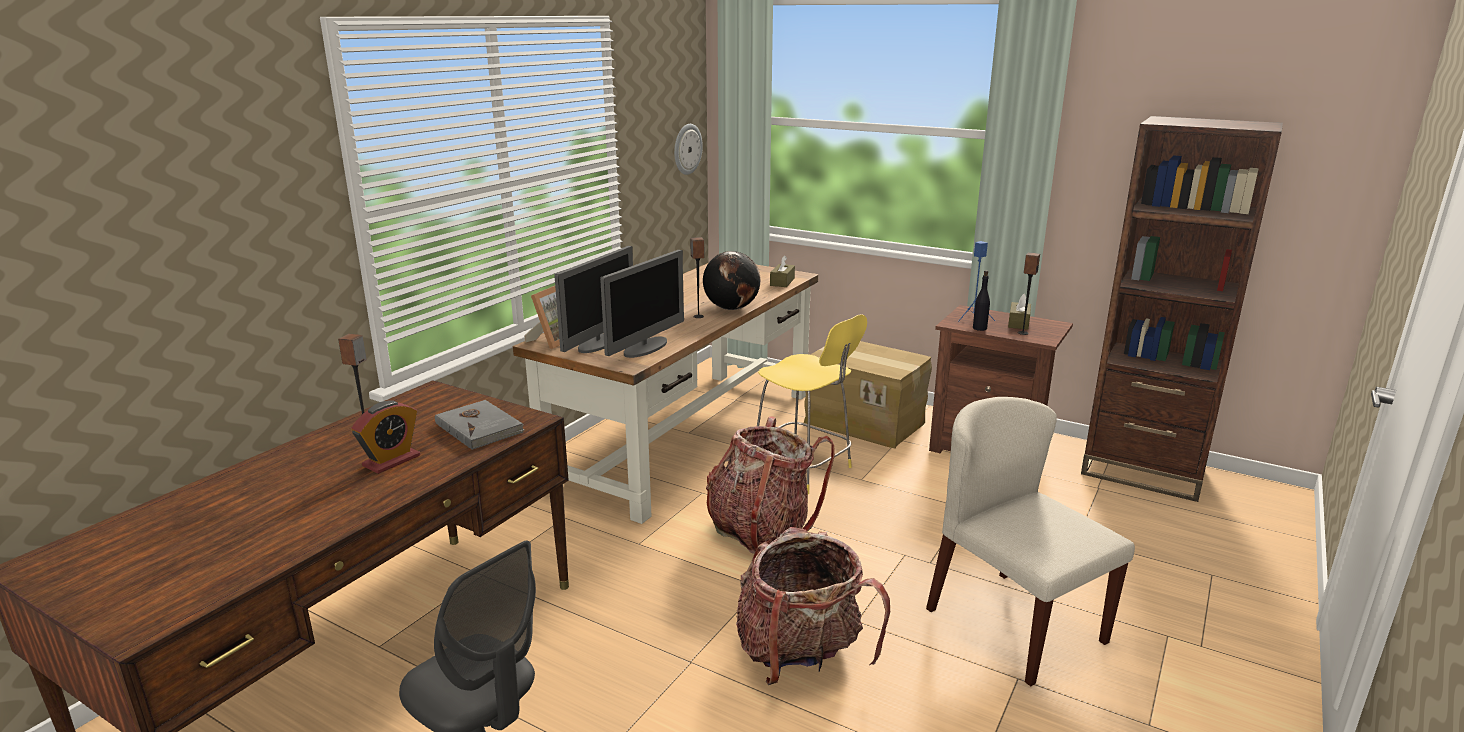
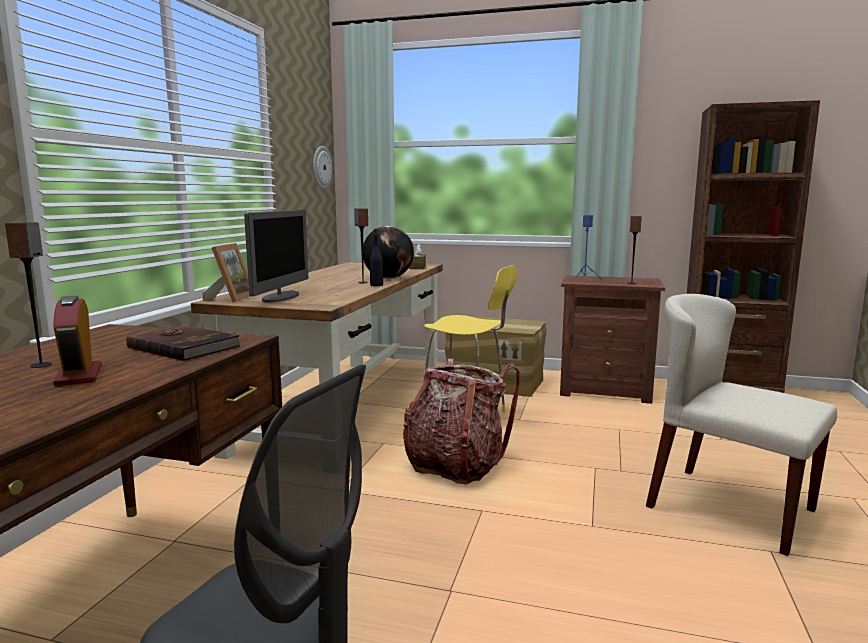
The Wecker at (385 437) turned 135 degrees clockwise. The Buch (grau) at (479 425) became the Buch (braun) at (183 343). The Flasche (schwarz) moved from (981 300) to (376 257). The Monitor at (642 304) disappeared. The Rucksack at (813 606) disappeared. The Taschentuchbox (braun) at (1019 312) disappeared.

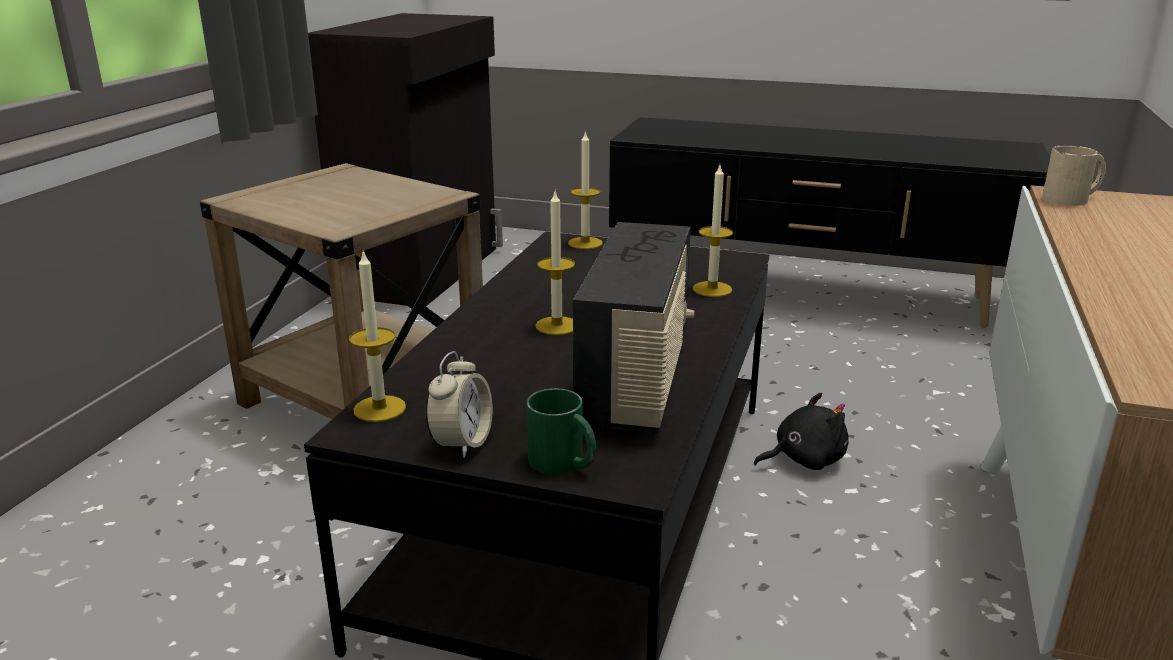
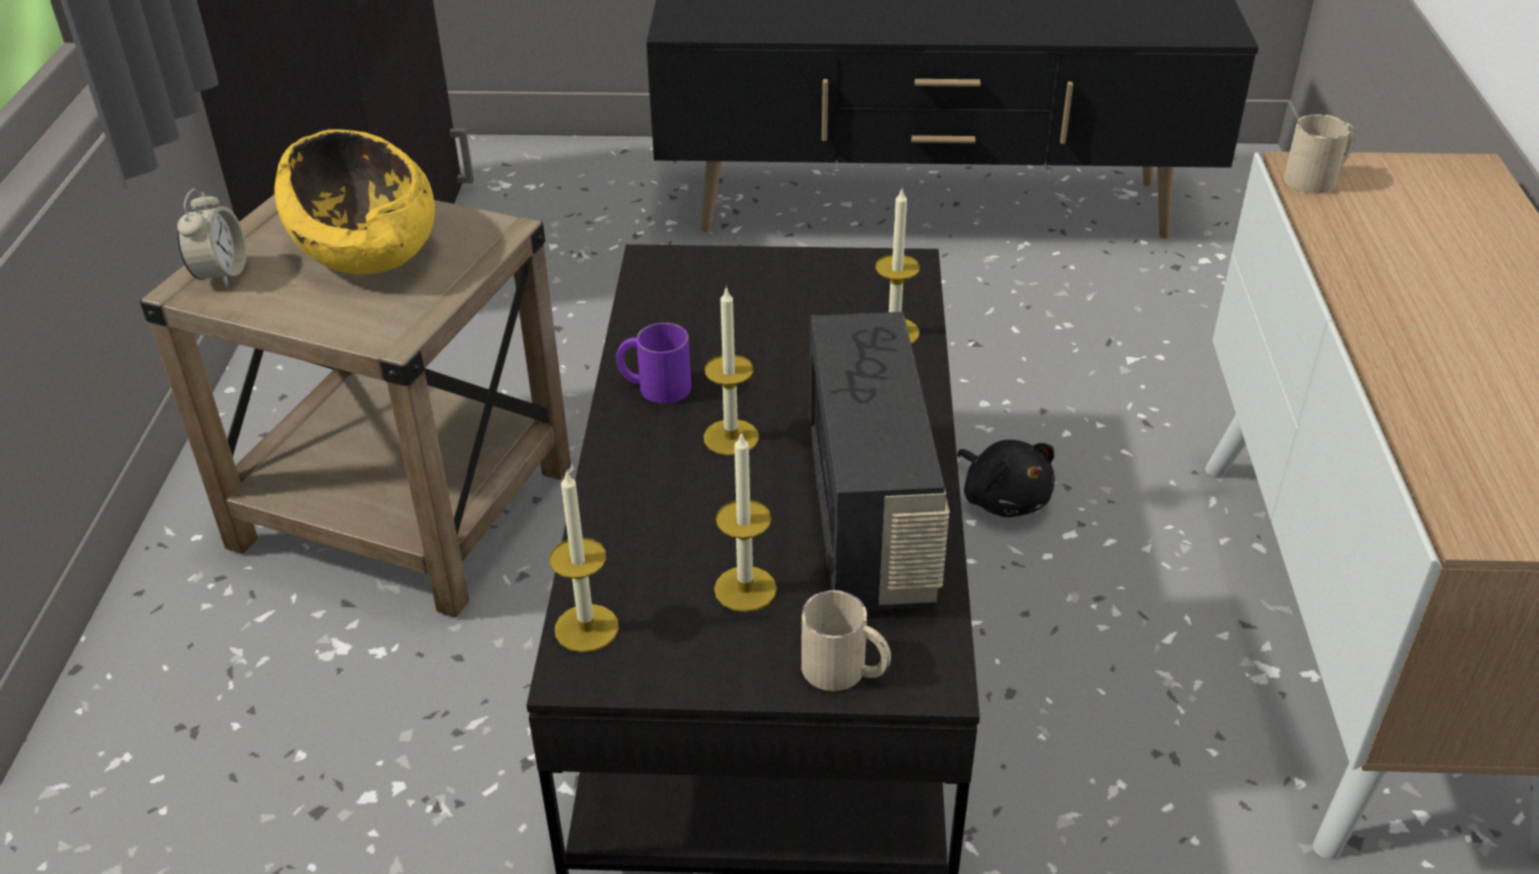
The Wecker moved from (459 404) to (211 237). The Schüssel (gelb) at (355 202) appeared. The Henkelbecher (lila) at (653 363) appeared. The Kerze moved from (585 190) to (745 521). The Henkelbecher (grün) at (561 431) became the Henkelbecher (beige) at (846 640). The Plüschtier (schwarz) at (801 431) turned 90 degrees clockwise.

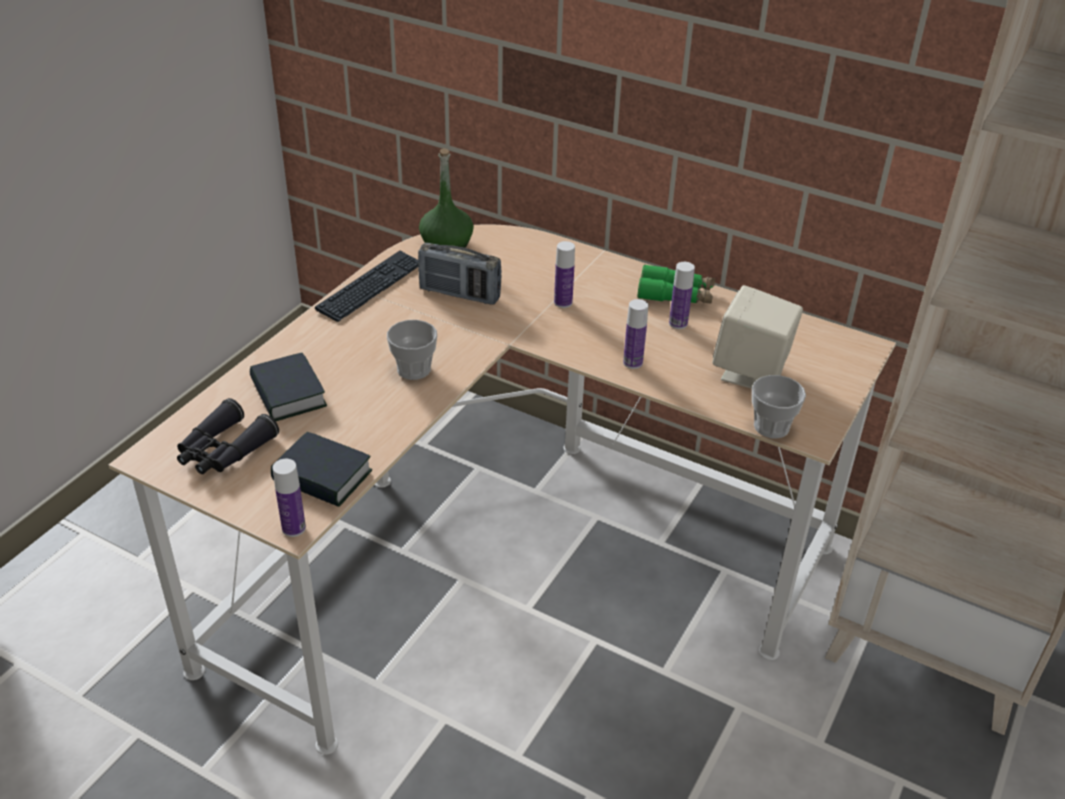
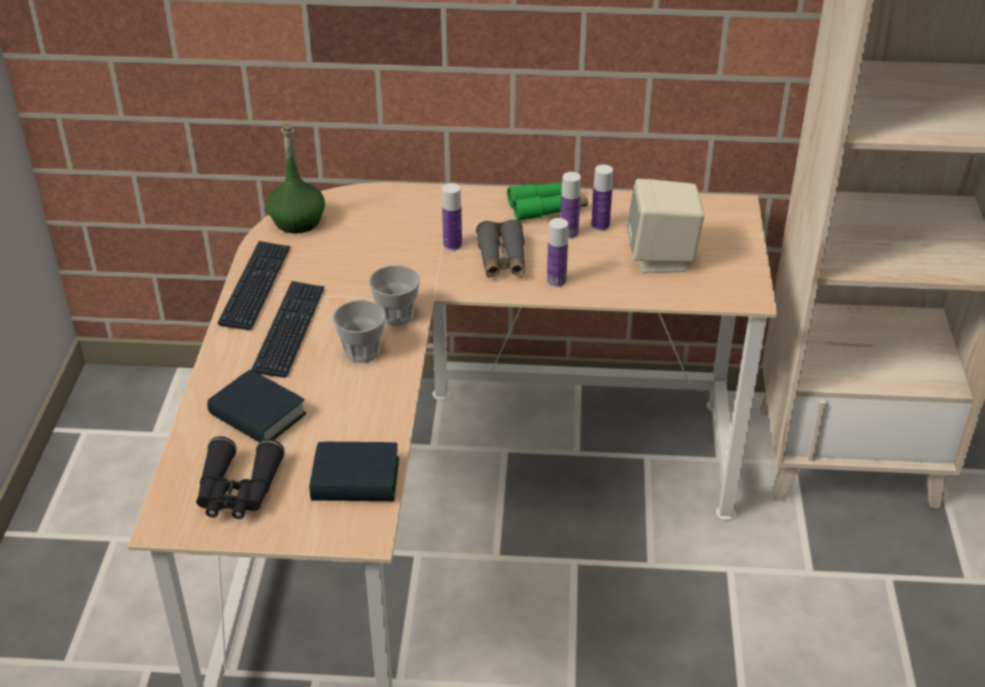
The Tastatur at (288 329) appeared. The Tasse moved from (779 406) to (394 295). The Fernglas (grau) at (500 249) appeared. The Flasche moved from (289 498) to (602 198). The Radio at (459 274) disappeared.

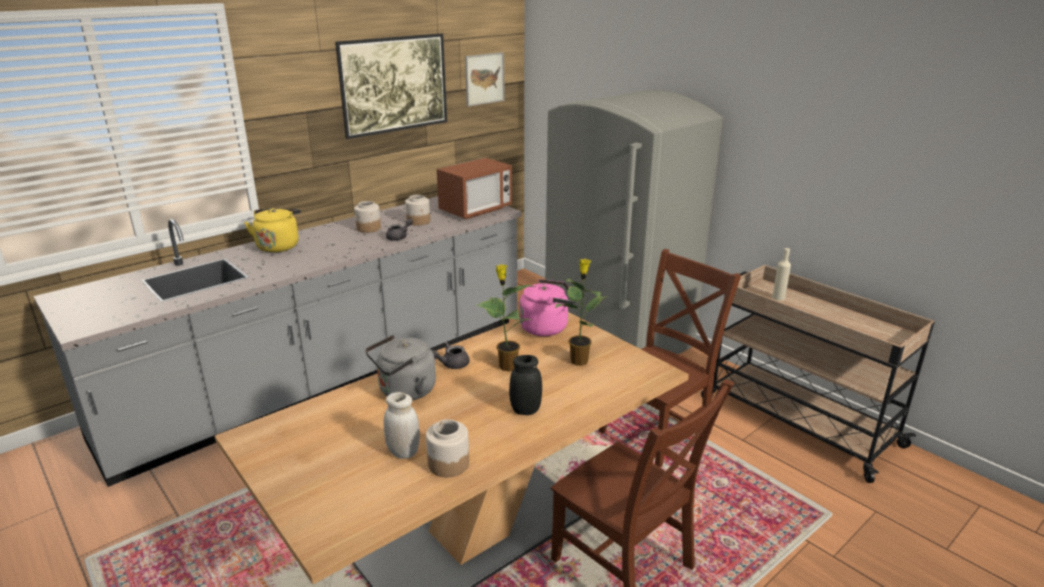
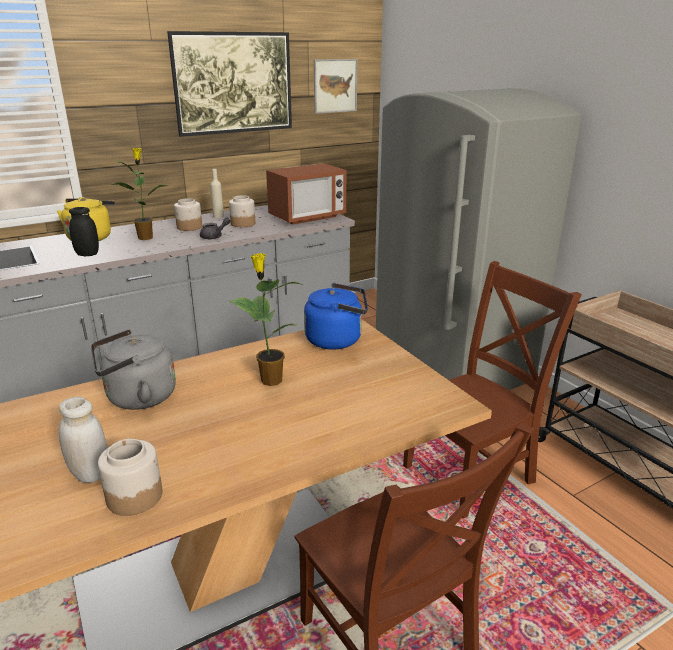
The Vorratsglas (schwarz) moved from (525 385) to (84 231). The Topfpflanze moved from (581 312) to (140 194). The Flasche (beige) moved from (781 274) to (217 193). The Wasserkessel (rosa) at (547 307) became the Wasserkessel (blau) at (336 316). The Teekanne (grau) at (450 355) disappeared.

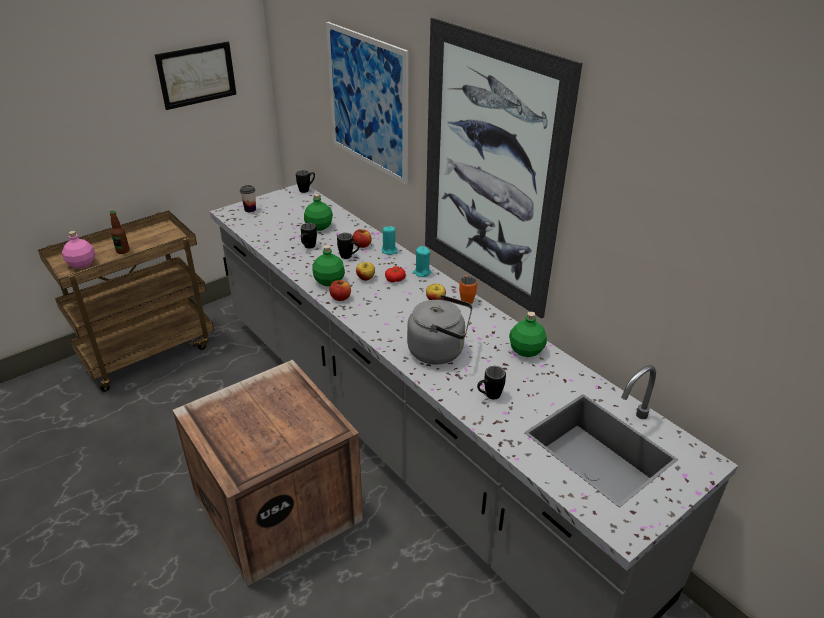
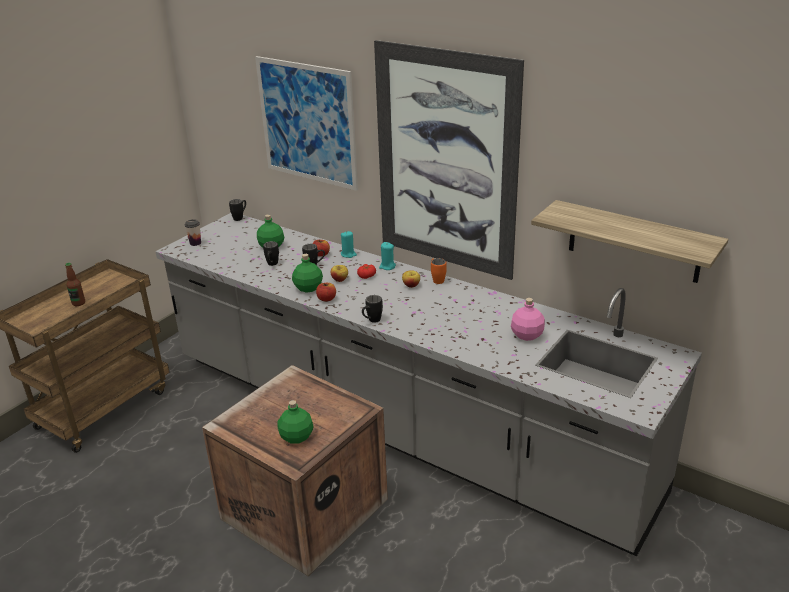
The Flasche (grün) moved from (528 334) to (295 422). The Henkelbecher (schwarz) moved from (491 382) to (372 309). The Flasche (rosa) moved from (78 250) to (528 319). The Wandregal at (629 241) appeared. The Bild at (196 76) disappeared. The Wasserkessel (grau) at (440 329) disappeared.

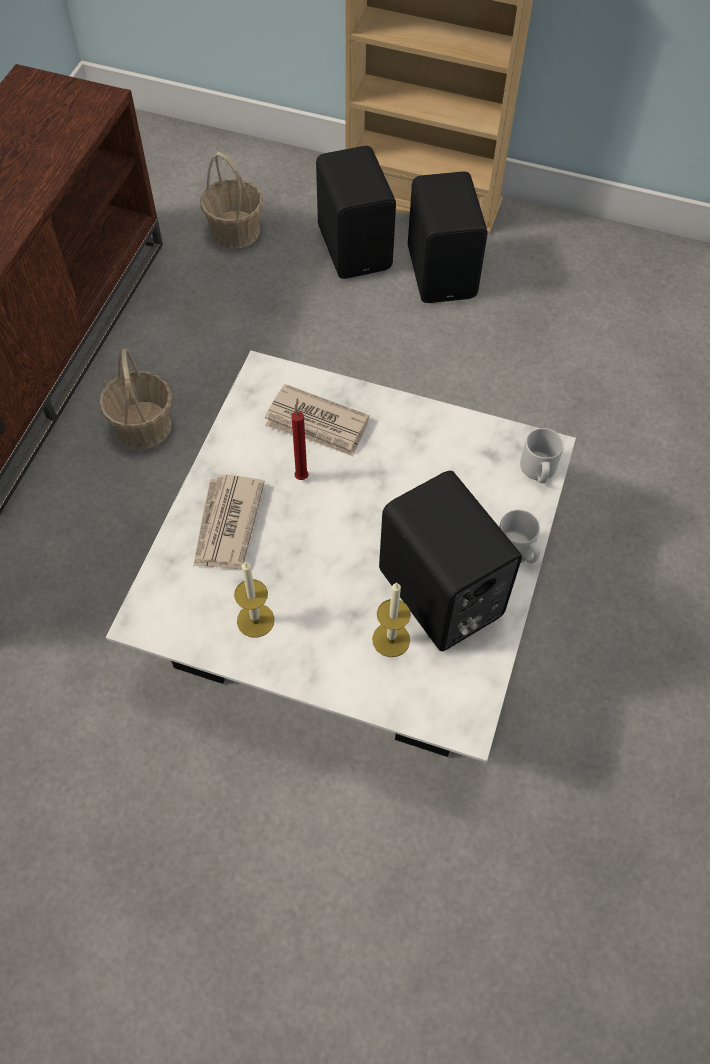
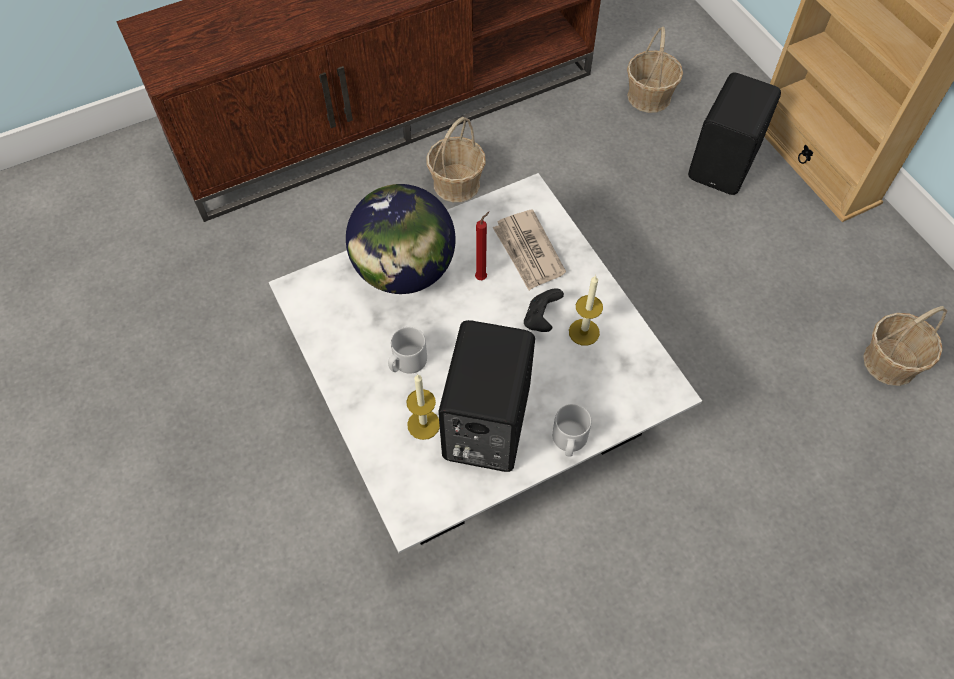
The Zeitung at (229 521) was replaced by the Globus at (401 239). The Henkelbecher (grau) moved from (542 455) to (407 350). The Gamepad (schwarz) at (544 310) appeared. The Kerze moved from (254 599) to (586 310). The Korb at (905 346) appeared. The Lautsprecher (schwarz) at (448 237) disappeared.

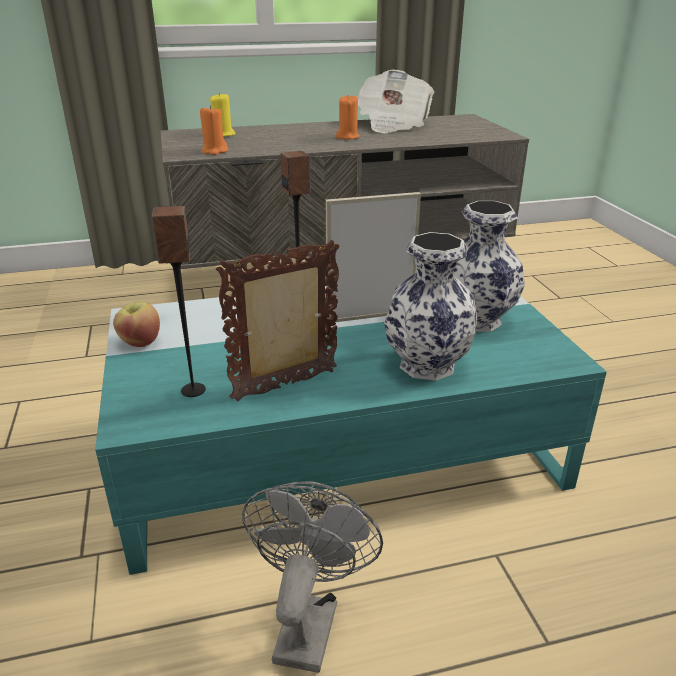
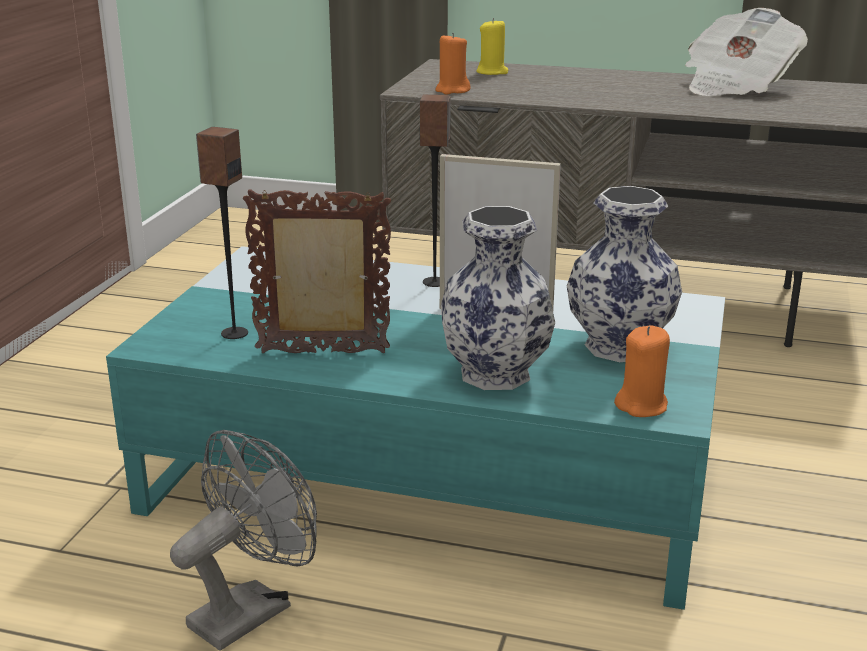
The Kerze (orange) moved from (348 117) to (642 371). The Apfel at (136 324) disappeared.

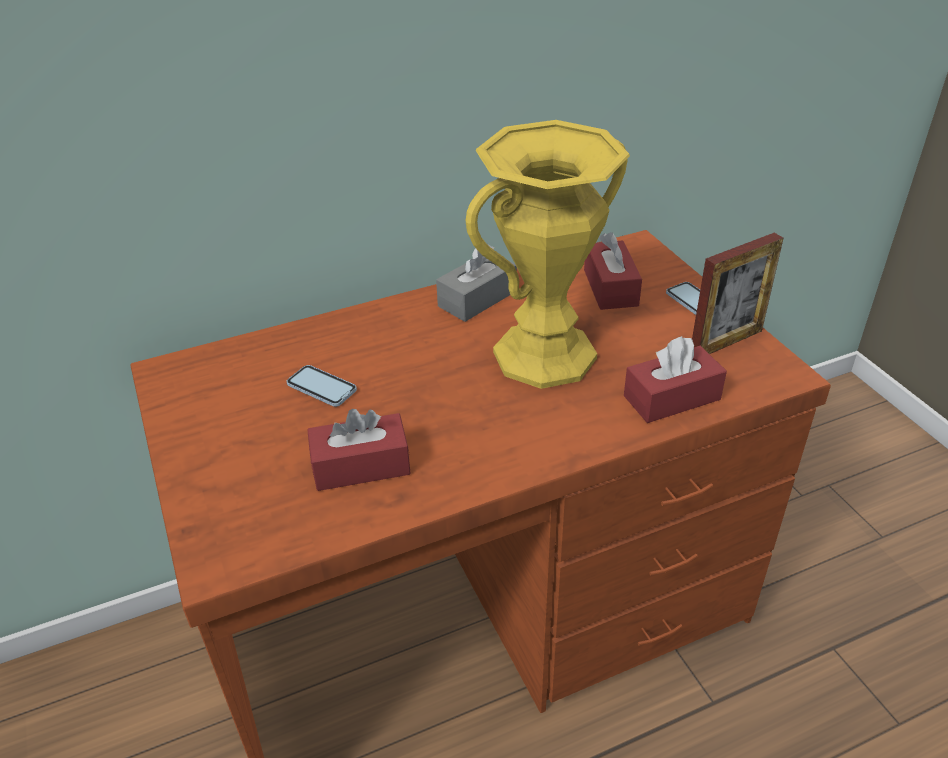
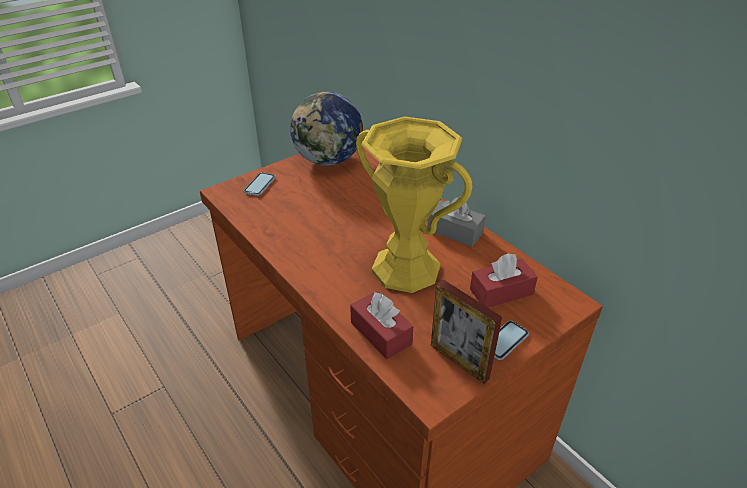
The Handy moved from (322 386) to (259 184). The Globus at (326 129) appeared. The Taschentuchbox (rot) at (359 450) disappeared.

